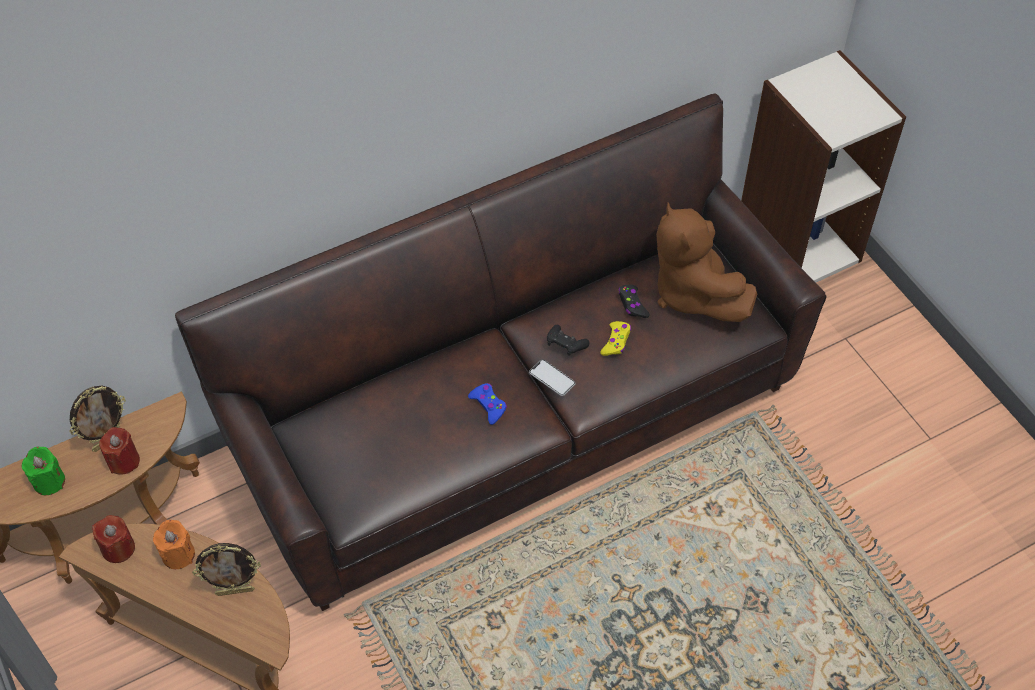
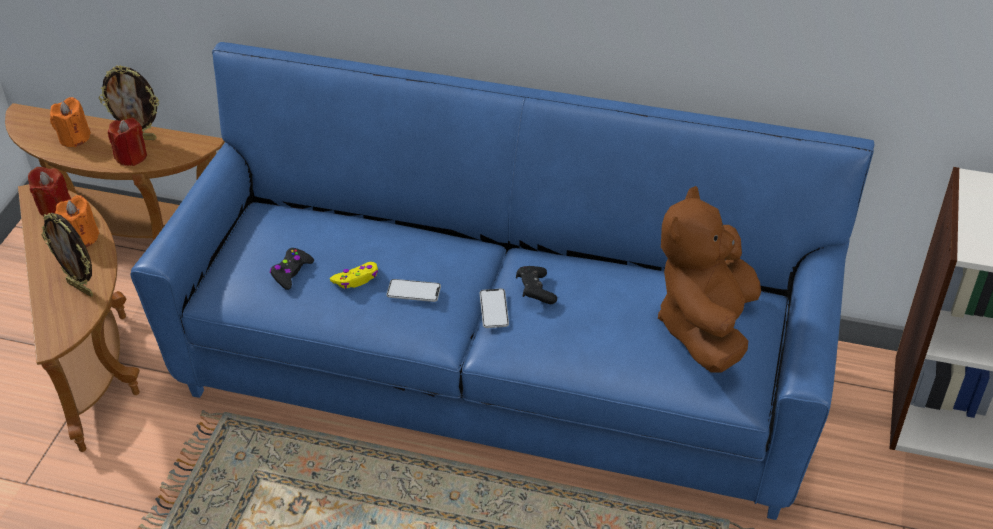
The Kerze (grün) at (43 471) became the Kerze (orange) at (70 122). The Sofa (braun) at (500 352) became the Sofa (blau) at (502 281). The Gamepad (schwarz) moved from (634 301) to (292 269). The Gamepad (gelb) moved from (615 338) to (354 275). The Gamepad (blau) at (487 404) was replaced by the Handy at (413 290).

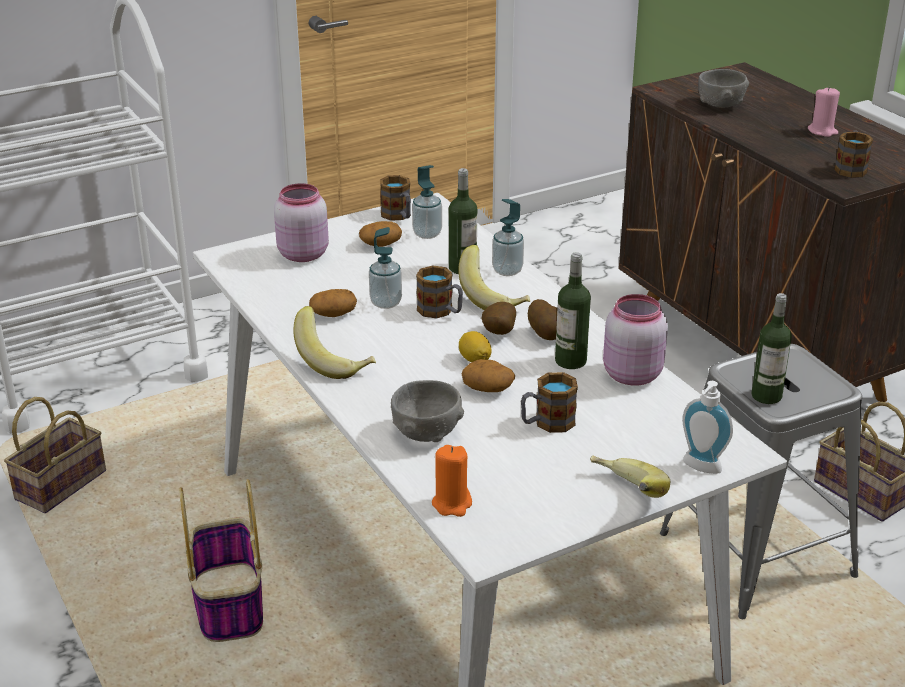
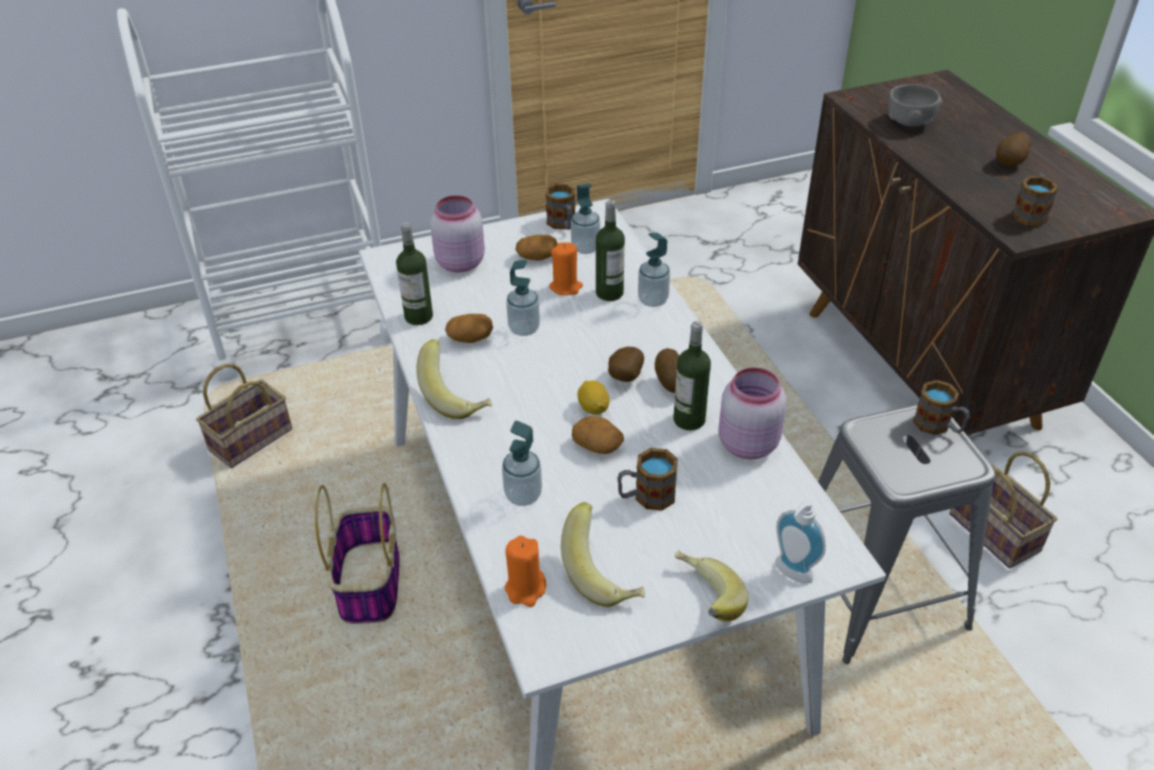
The Flasche moved from (771 348) to (414 273). The Schüssel (grau) at (427 411) was replaced by the Seifenspender at (522 463). The Kerze (orange) at (566 268) appeared. The Banane moved from (494 277) to (603 554). The Henkelbecher moved from (439 292) to (941 407). The Kerze (rosa) at (824 112) was replaced by the Kartoffel at (1013 149).

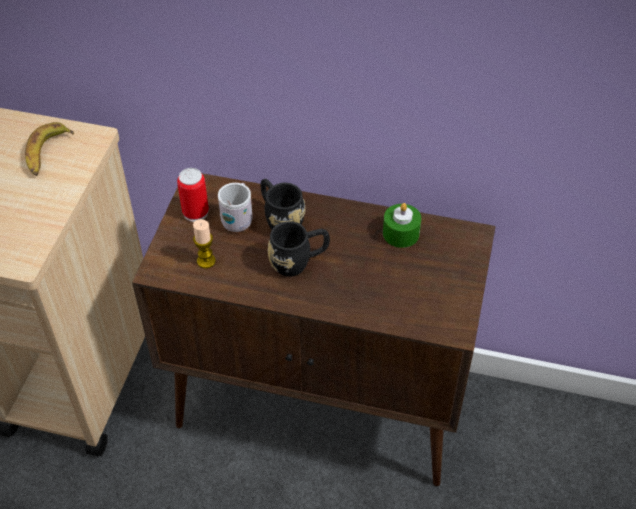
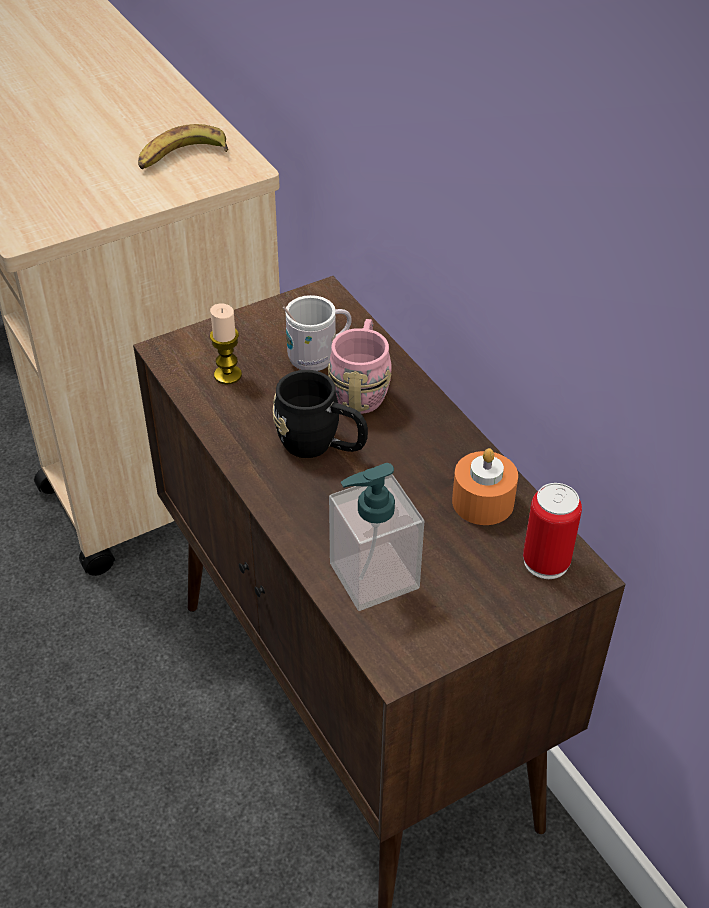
The Henkelbecher (schwarz) at (283 204) became the Henkelbecher (rosa) at (360 366). The Seifenspender at (376 537) appeared. The Kerze (grün) at (402 225) became the Kerze (orange) at (485 486). The Dose moved from (193 195) to (552 531).

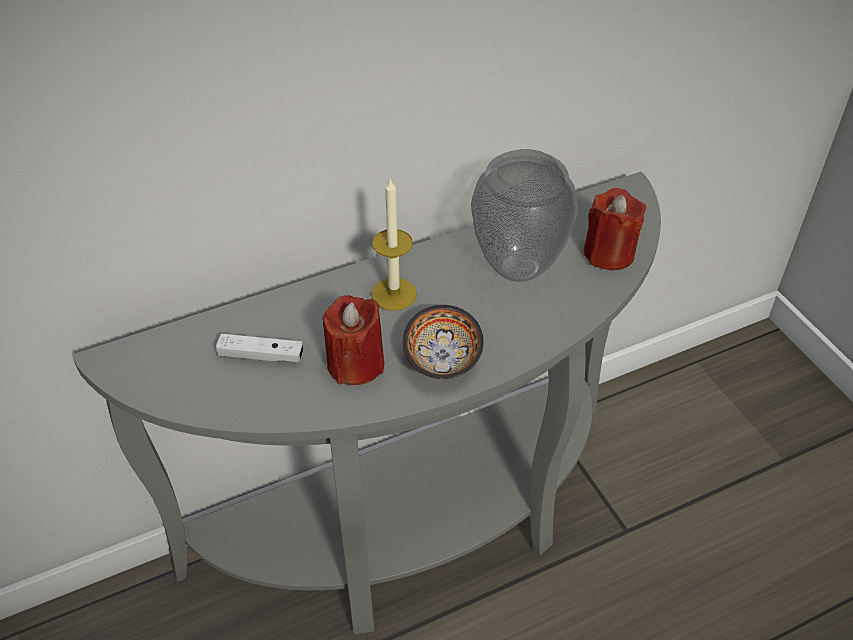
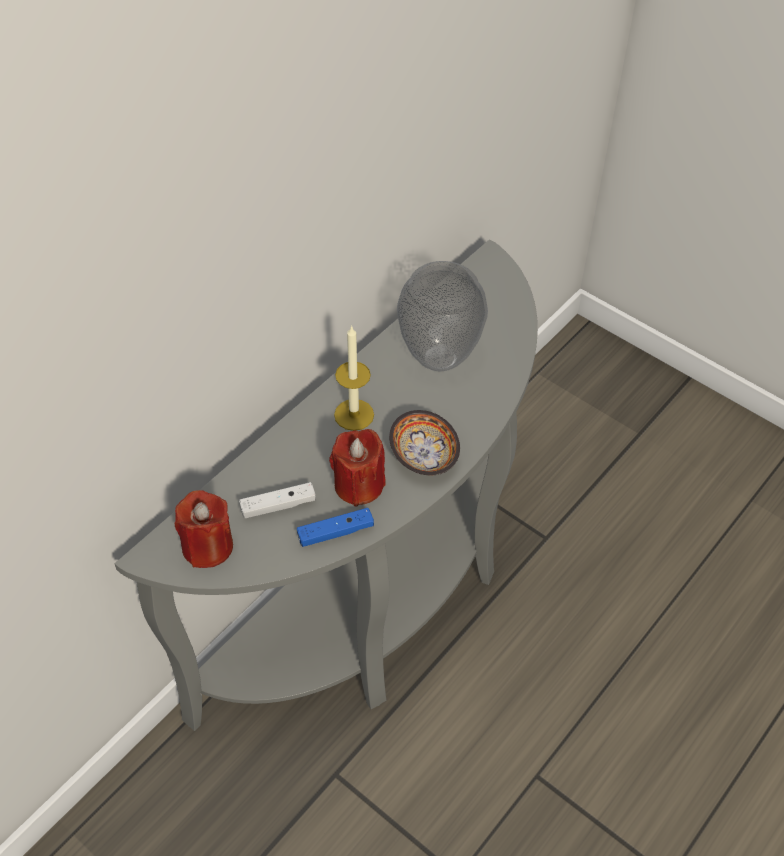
The Kerze (rot) moved from (615 229) to (204 529). The Gamepad (blau) at (335 527) appeared.

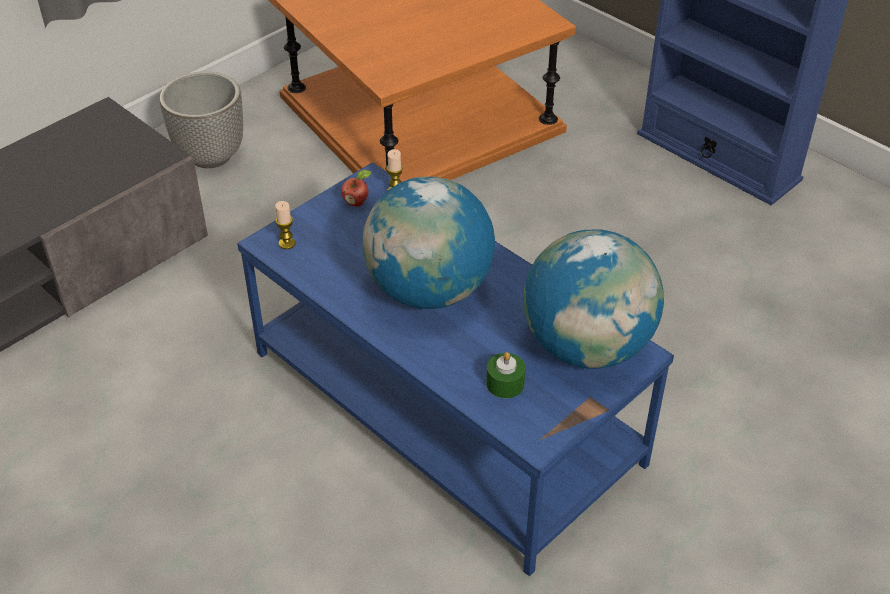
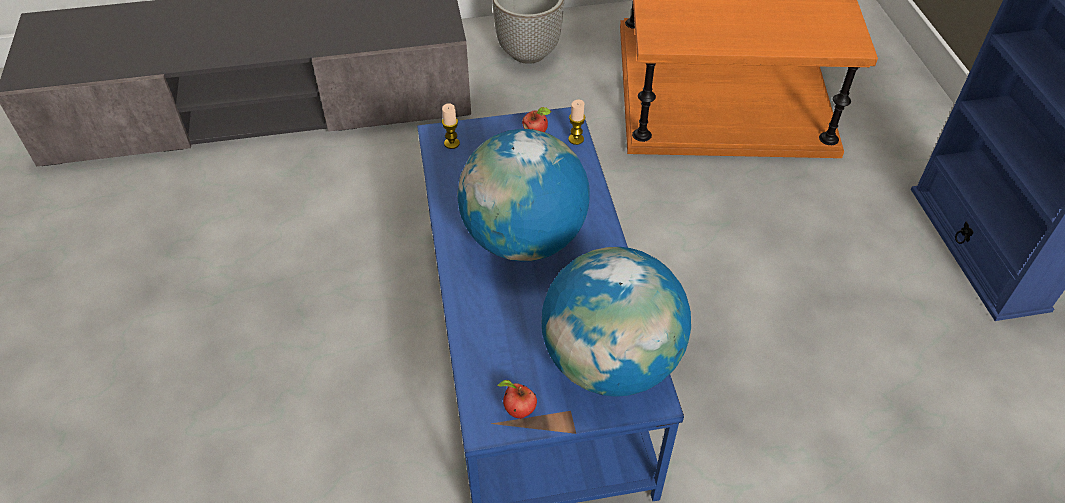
The Apfel at (517 399) appeared. The Kerze (grün) at (506 375) disappeared.

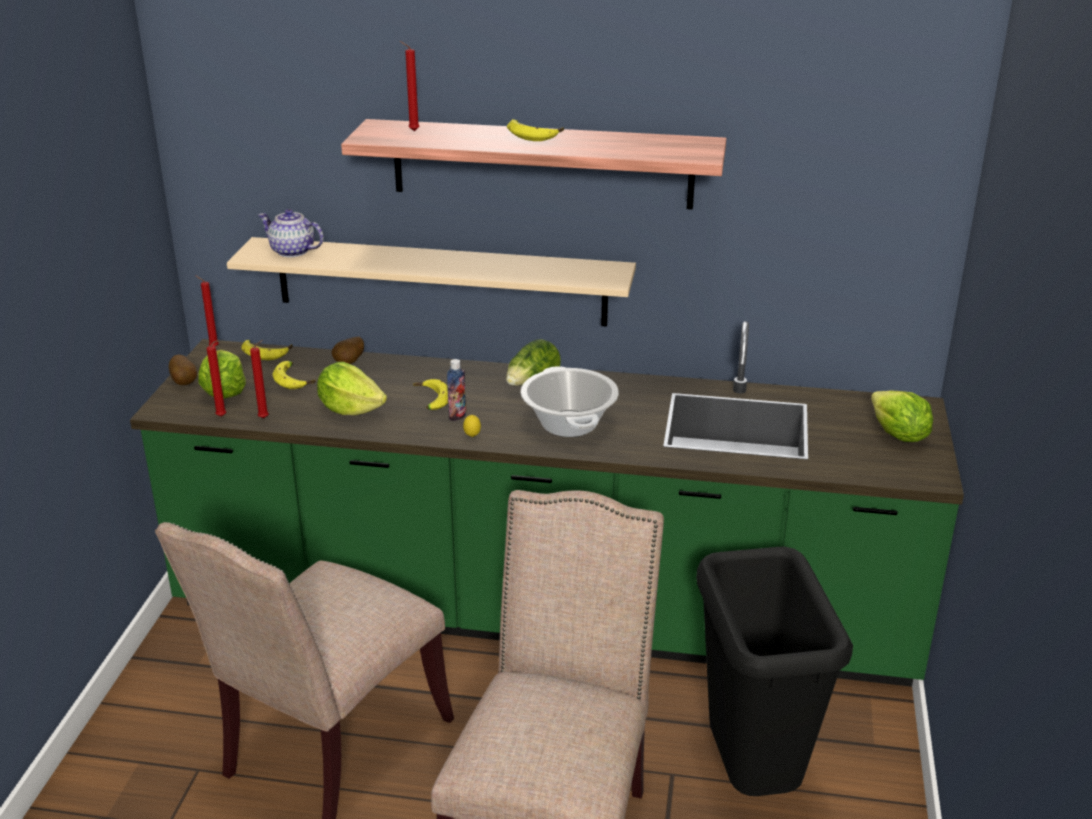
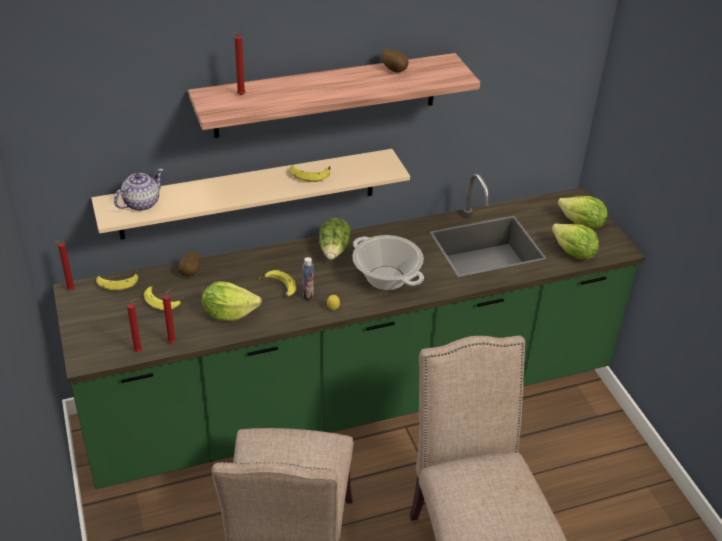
The Teekanne at (291 233) turned 135 degrees clockwise. The Banane moved from (535 130) to (310 173). The Kartoffel moved from (183 369) to (395 60). The Salatkopf moved from (222 374) to (575 241). The Mülleimer (schwarz) at (774 671) disappeared.

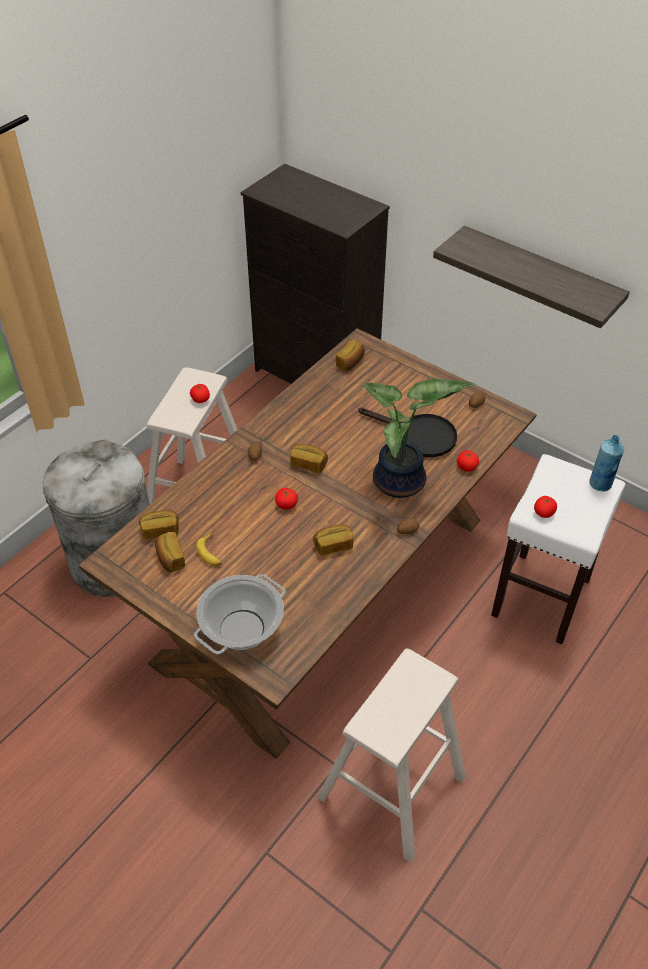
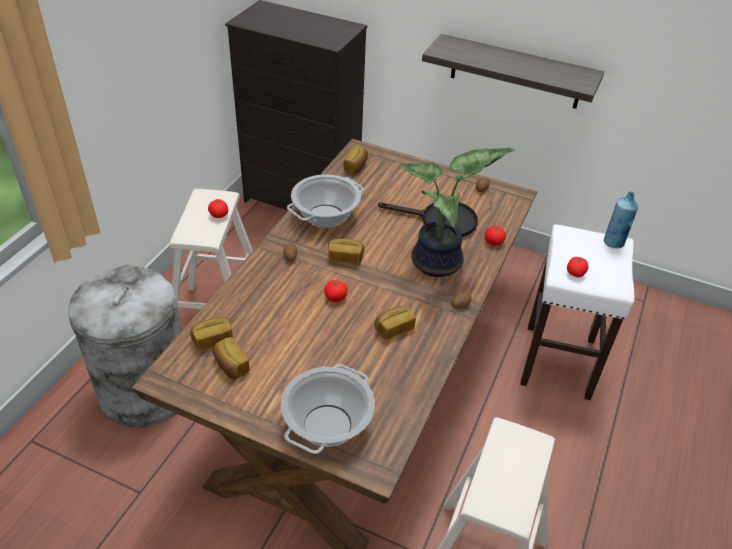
The Kochtopf at (325 201) appeared. The Banane at (209 549) disappeared.

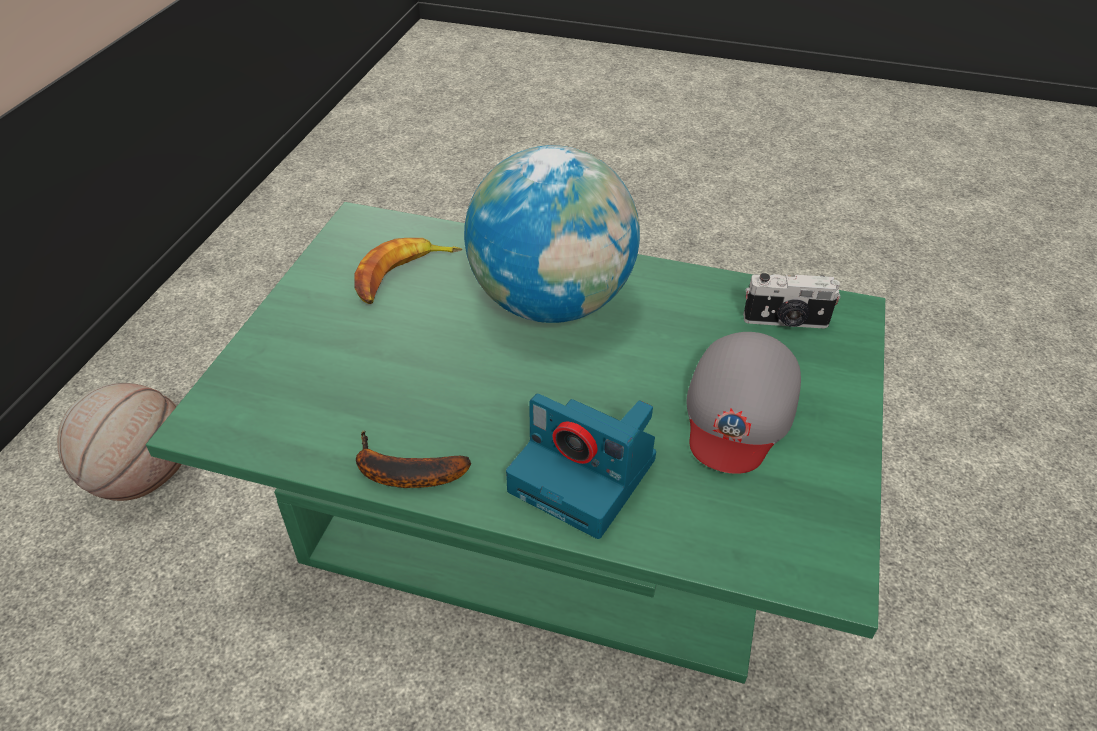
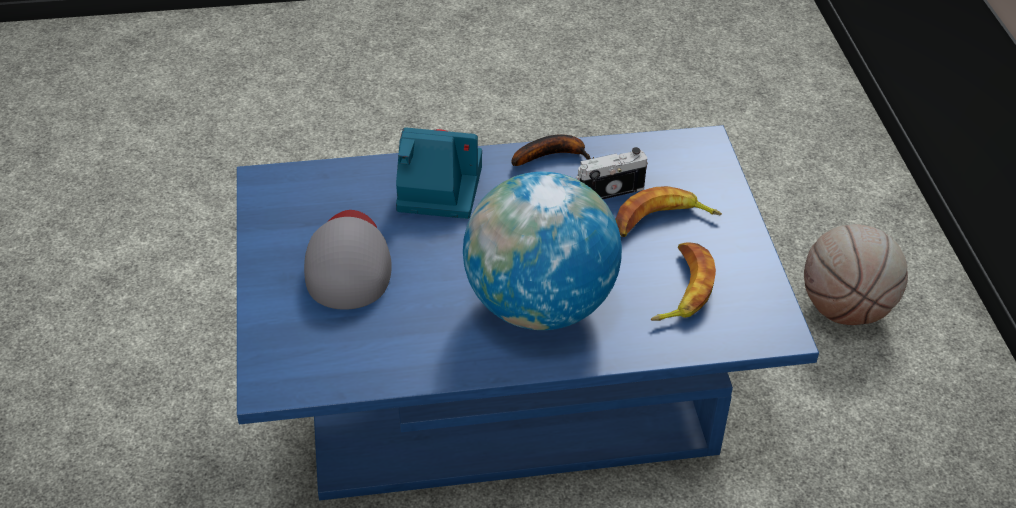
The Couchtisch (grün) at (515 443) became the Couchtisch (blau) at (528 312). The Kamera moved from (792 300) to (612 173). The Banane at (668 211) appeared.

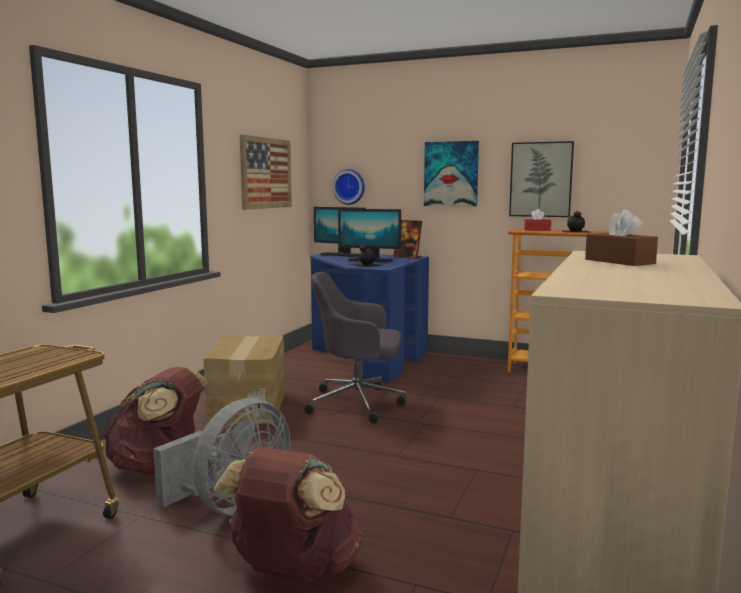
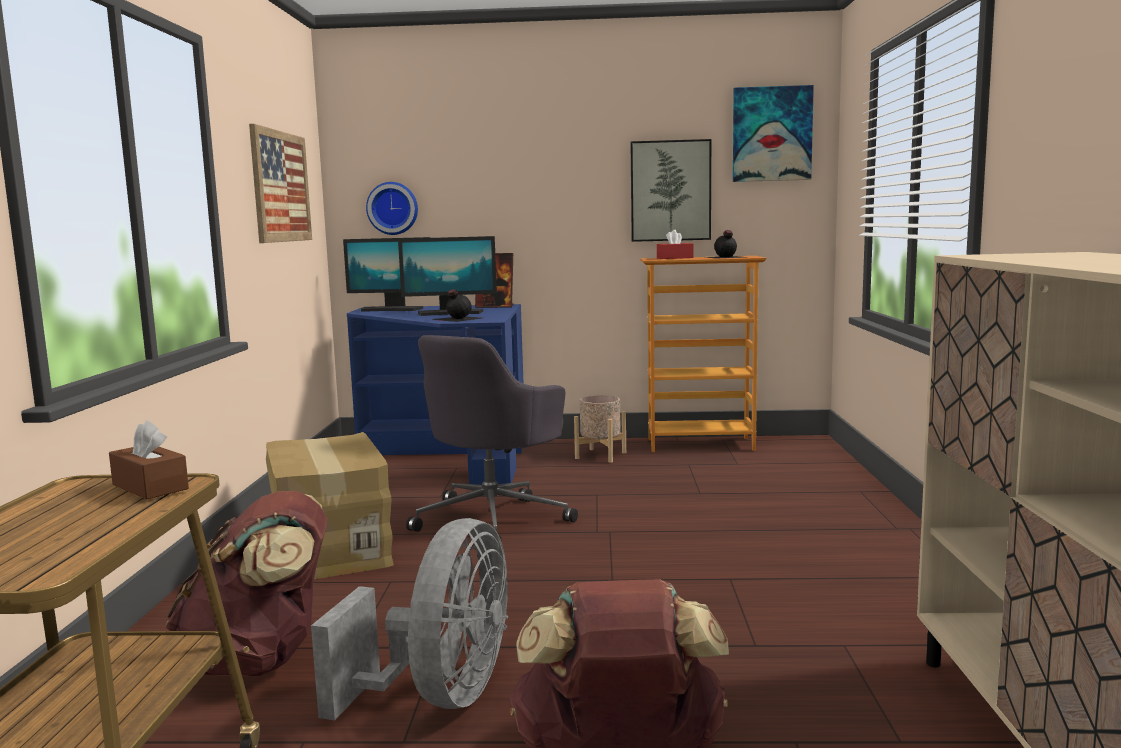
The Taschentuchbox (braun) moved from (621 237) to (149 459). The Bürostuhl (grau) at (355 348) turned 45 degrees counterclockwise. The Pflanzkübel (beige) at (600 429) appeared. The Bild moved from (451 174) to (773 133).

